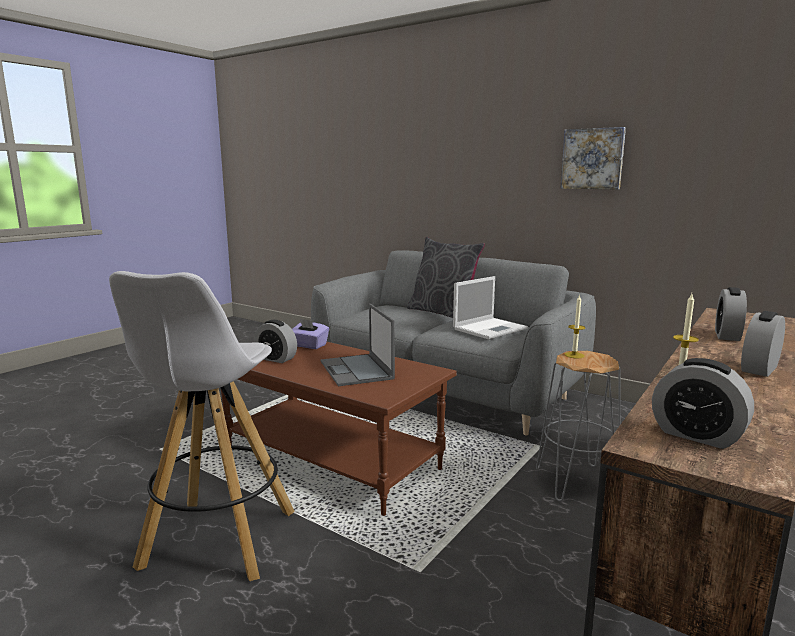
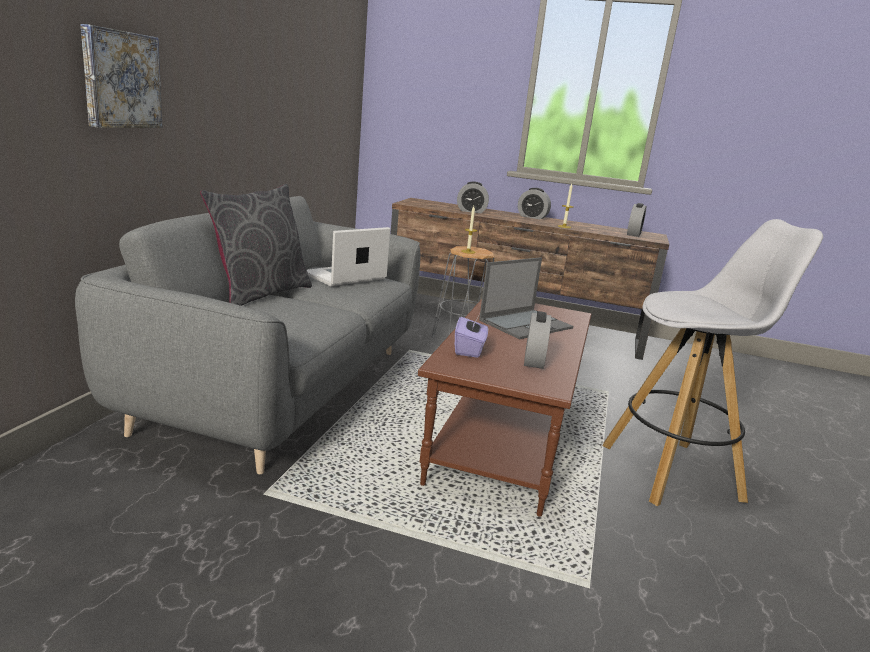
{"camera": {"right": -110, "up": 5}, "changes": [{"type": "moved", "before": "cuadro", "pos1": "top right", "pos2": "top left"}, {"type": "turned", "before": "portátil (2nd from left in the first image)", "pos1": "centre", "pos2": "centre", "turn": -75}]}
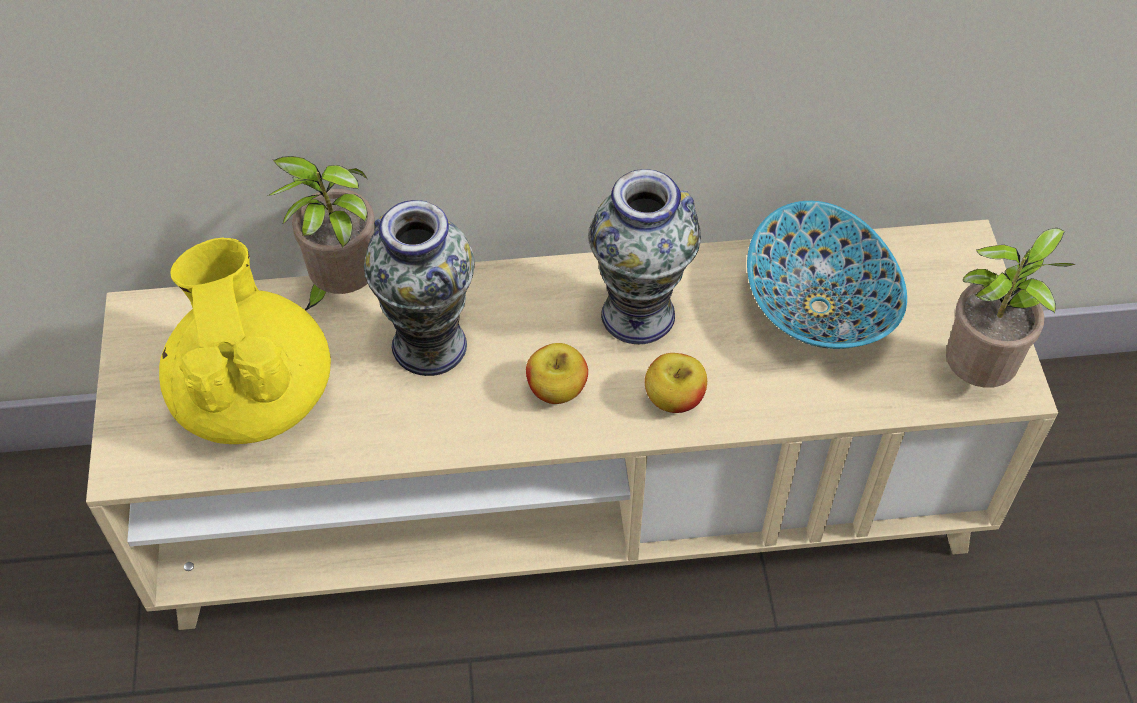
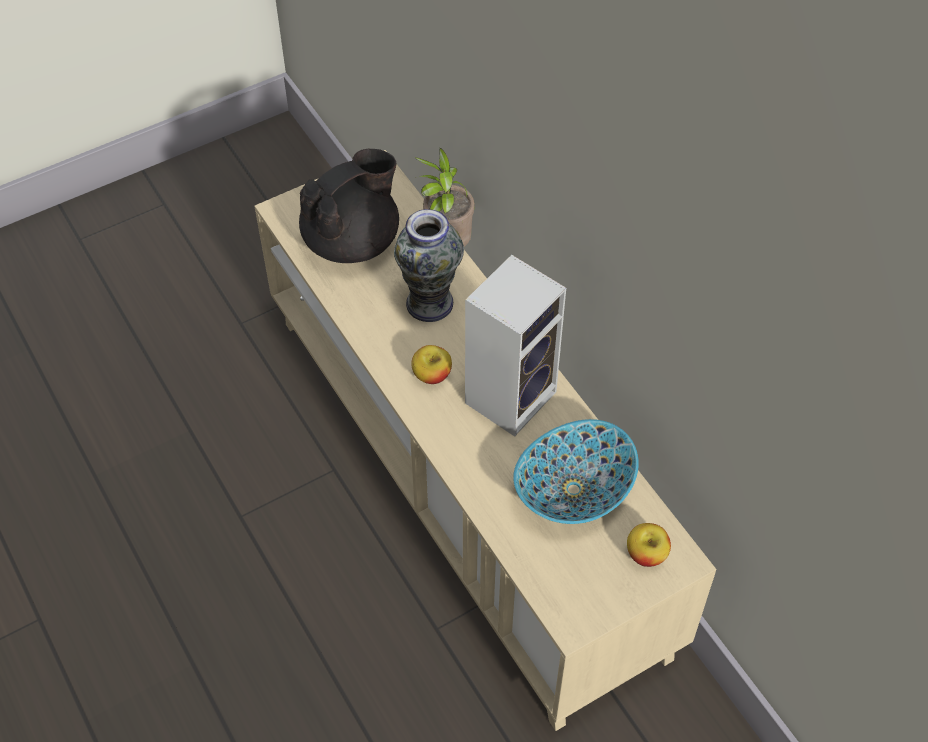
{"camera": {"right": 65, "up": 0}, "changes": [{"type": "removed", "before": "planta en maceta (2nd from left)", "pos1": "middle right"}, {"type": "moved", "before": "manzana (2nd from left)", "pos1": "centre", "pos2": "bottom right"}, {"type": "replaced", "before": "florero (2nd from left)", "after": "altavoz", "pos1": "centre", "pos2": "centre"}, {"type": "recoloured", "before": "tetera [amarillo]", "after": "tetera [negro]", "pos1": "middle left", "pos2": "top centre"}]}
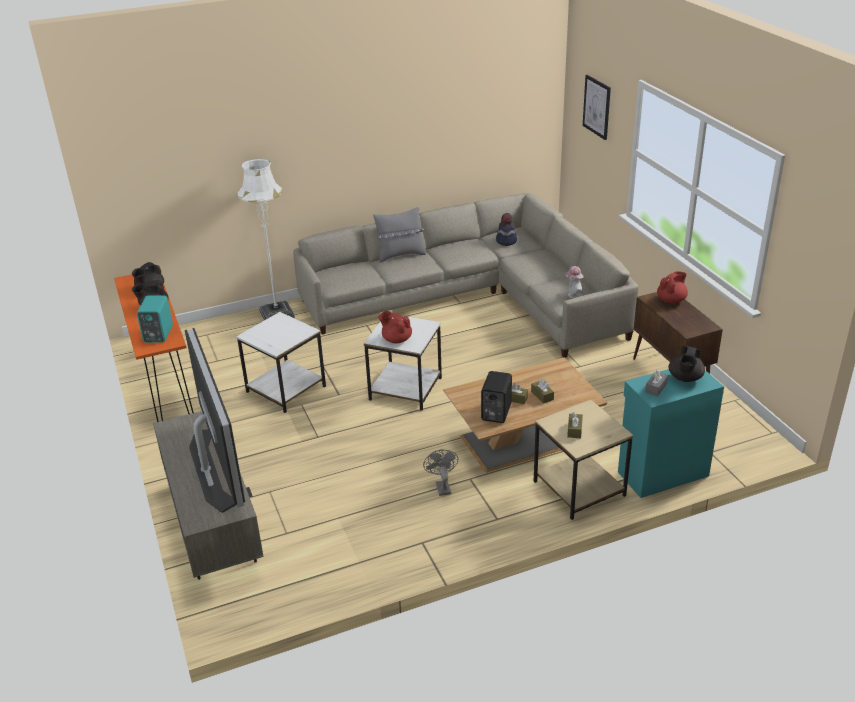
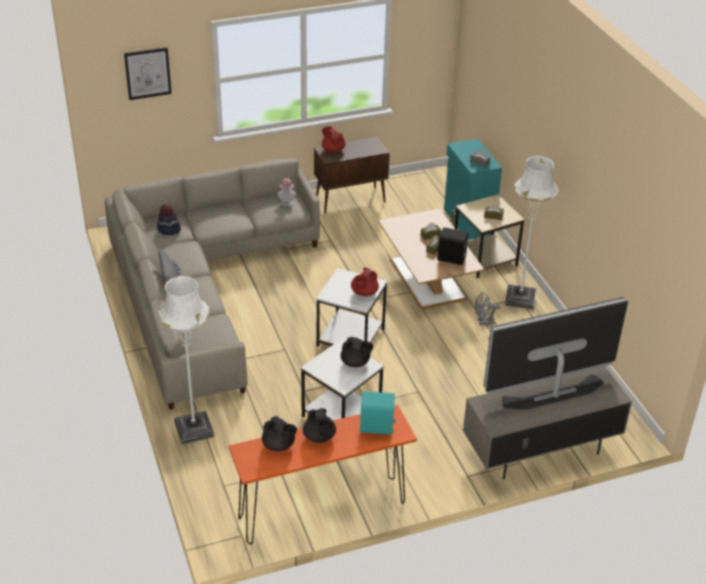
{"camera": {"right": -90, "up": 5}, "changes": [{"type": "added", "after": "lámpara de pie [blanco] (2nd from left)", "pos2": "middle right"}, {"type": "moved", "before": "tetera [negro] (3rd from left)", "pos1": "middle right", "pos2": "centre"}]}
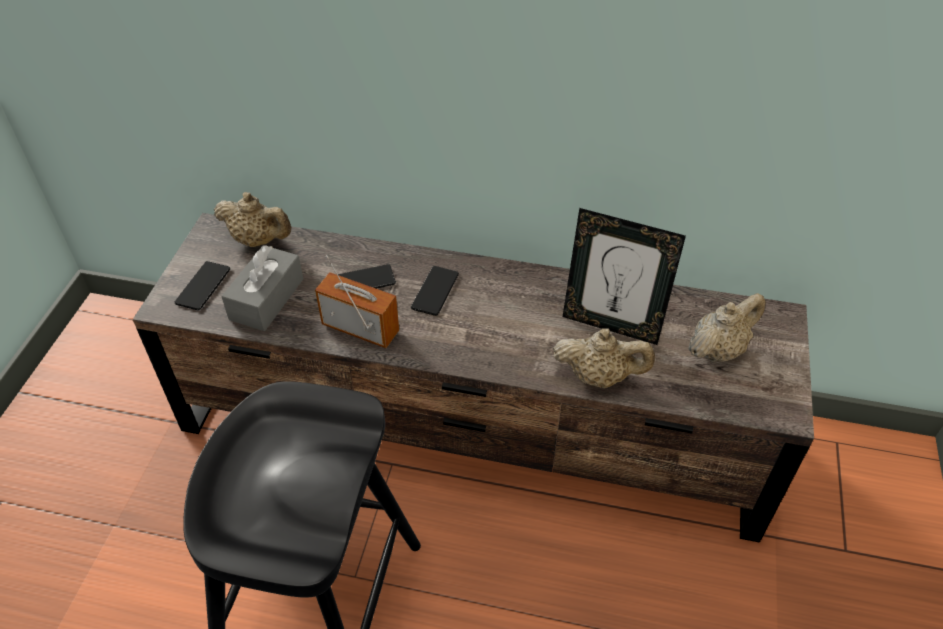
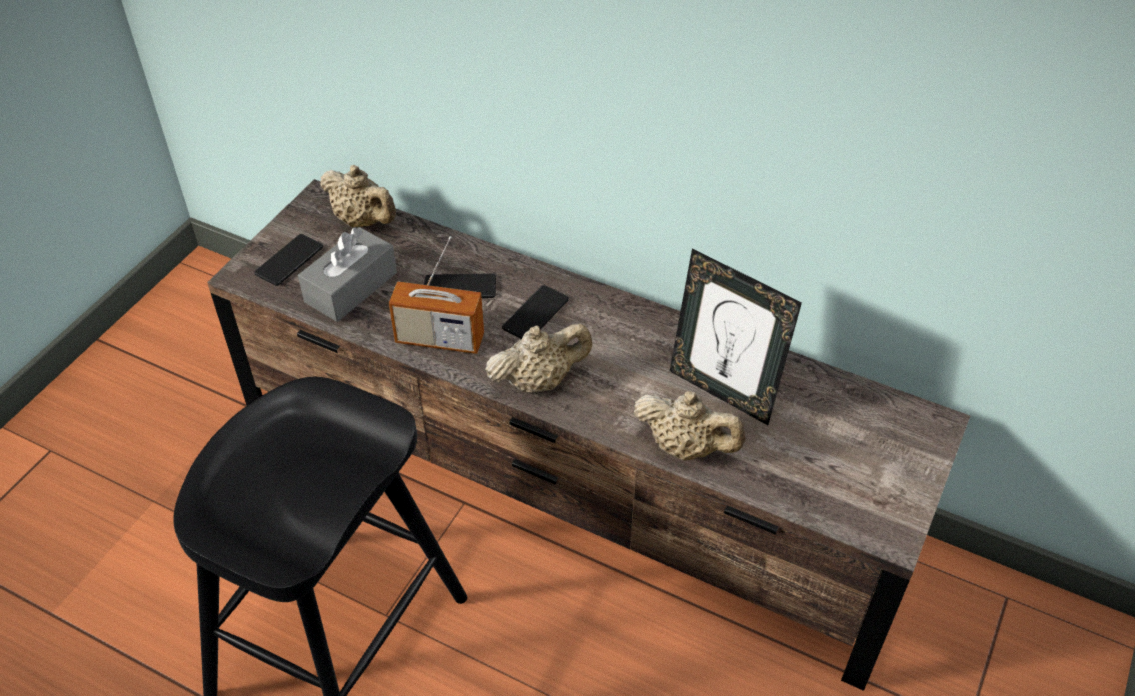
{"camera": {"right": 15, "up": 0}, "changes": [{"type": "moved", "before": "tetera [beis] (3rd from left in the first image)", "after": "tetera [beis] (2nd from left)", "pos1": "middle right", "pos2": "centre"}, {"type": "turned", "before": "radio", "pos1": "centre", "pos2": "centre", "turn": 150}]}
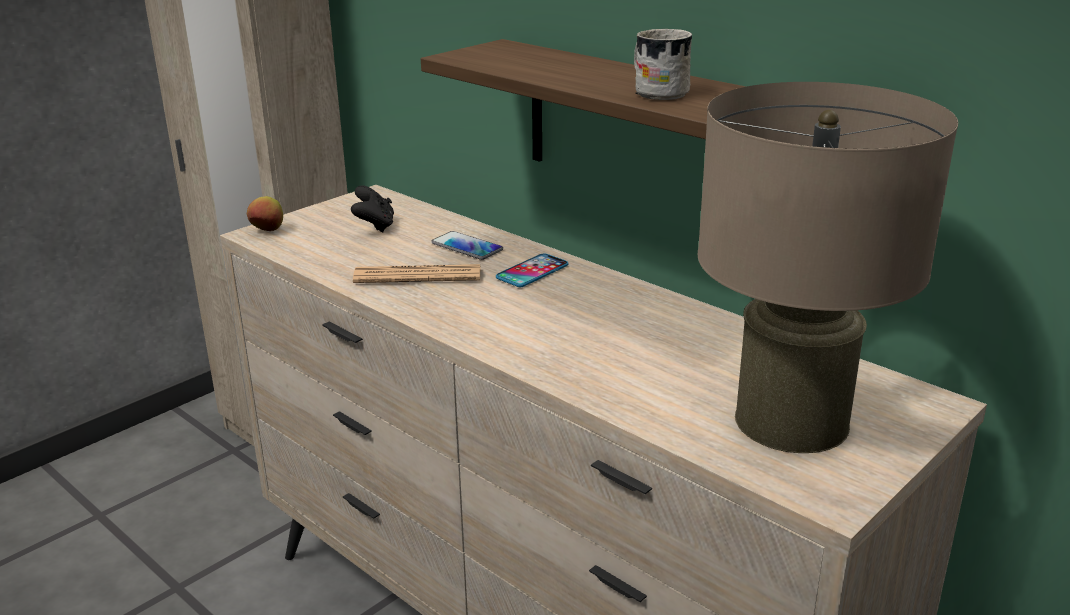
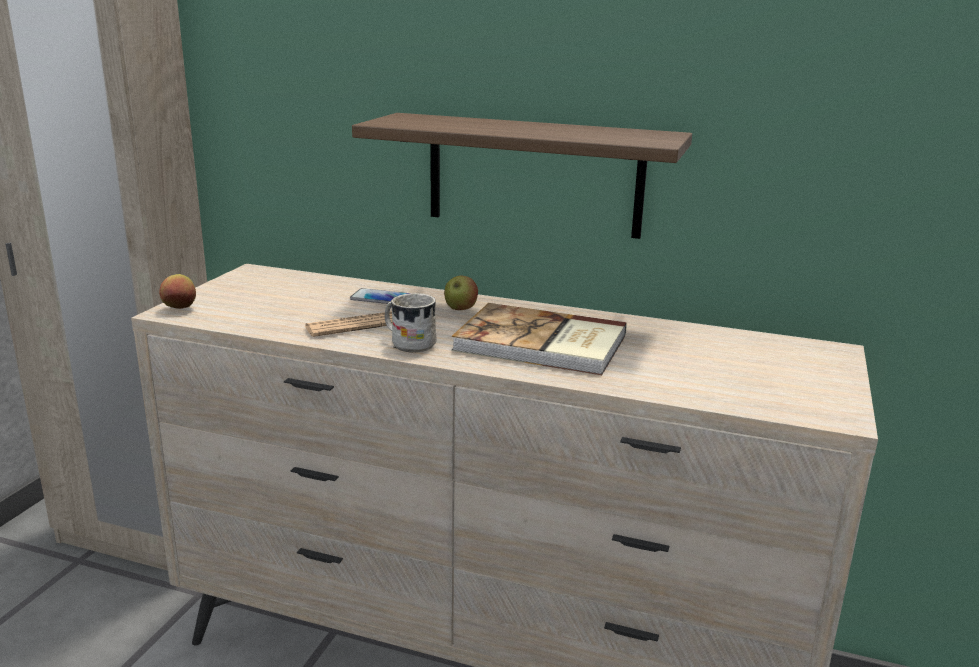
{"camera": {"right": -25, "up": -5}, "changes": [{"type": "removed", "before": "mando de consola [negro]", "pos1": "centre"}, {"type": "removed", "before": "lámpara de mesa [beis]", "pos1": "middle right"}, {"type": "added", "after": "libro", "pos2": "centre"}, {"type": "moved", "before": "taza grande [blanco]", "pos1": "top centre", "pos2": "centre"}, {"type": "replaced", "before": "móvil (2nd from left)", "after": "manzana (2nd from left)", "pos1": "centre", "pos2": "centre"}]}
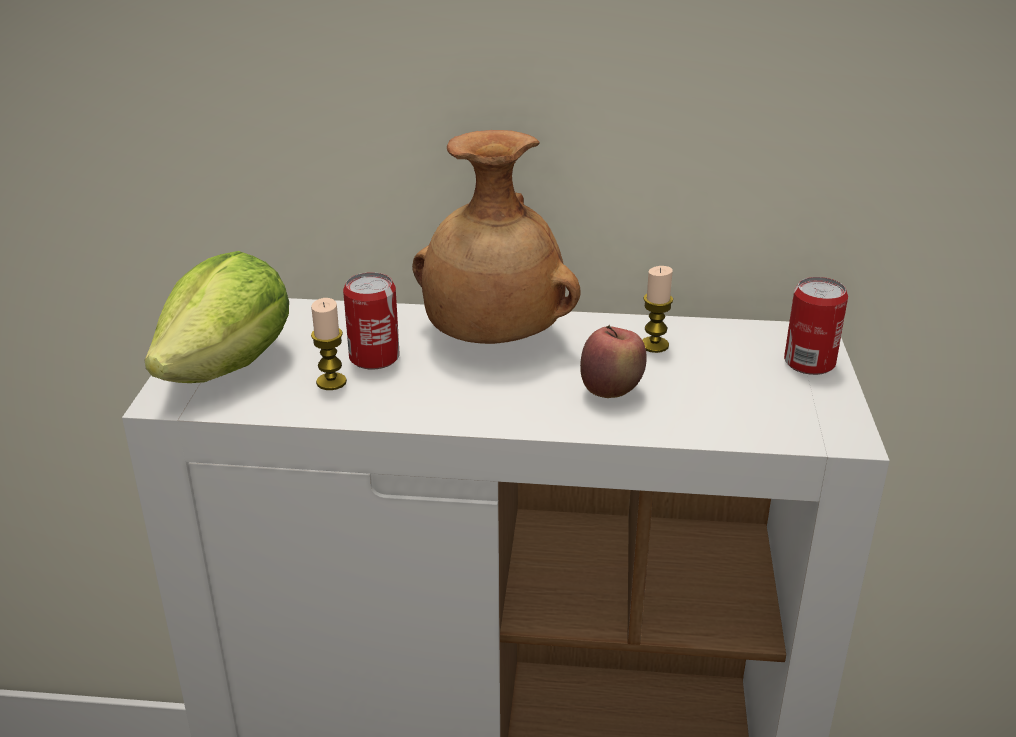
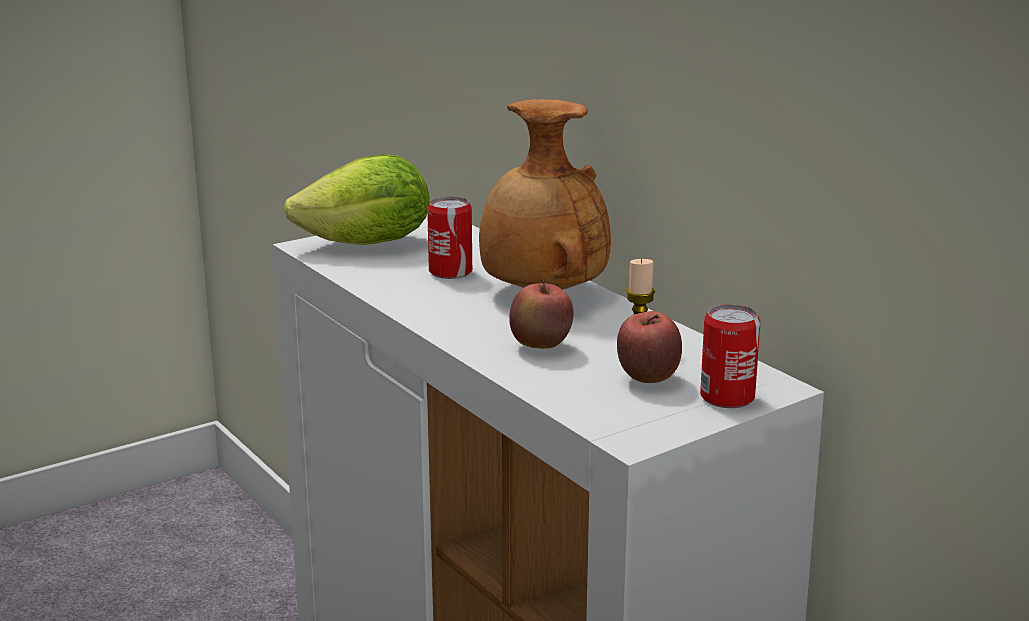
{"camera": {"right": 50, "up": -10}, "changes": [{"type": "removed", "before": "vela (1st from left)", "pos1": "middle left"}, {"type": "added", "after": "manzana (2nd from left)", "pos2": "centre"}]}
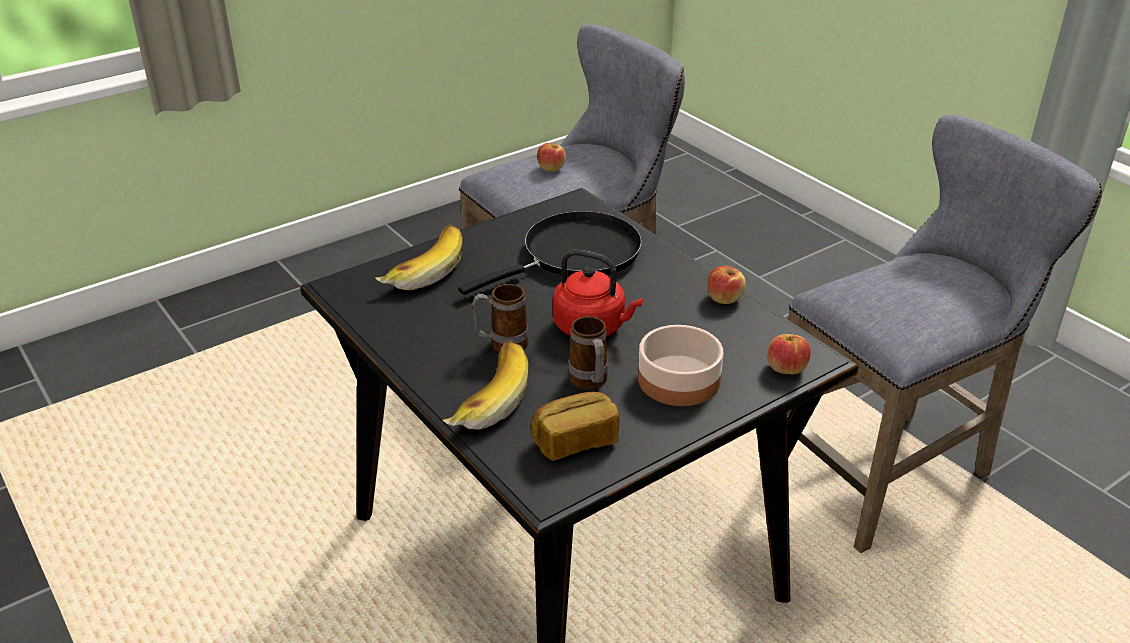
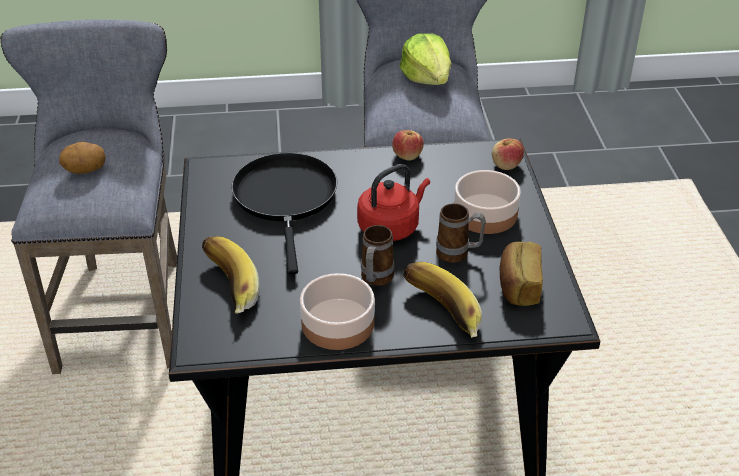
{"camera": {"right": -60, "up": 5}, "changes": [{"type": "added", "after": "cuenco (1st from left)", "pos2": "centre"}, {"type": "added", "after": "lechuga", "pos2": "top centre"}, {"type": "replaced", "before": "manzana (1st from left)", "after": "patata", "pos1": "top centre", "pos2": "top left"}]}
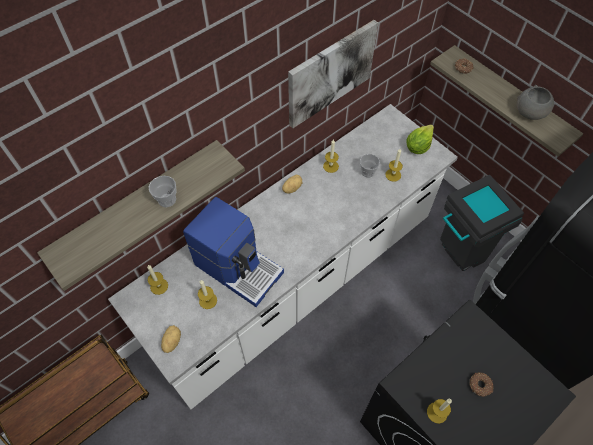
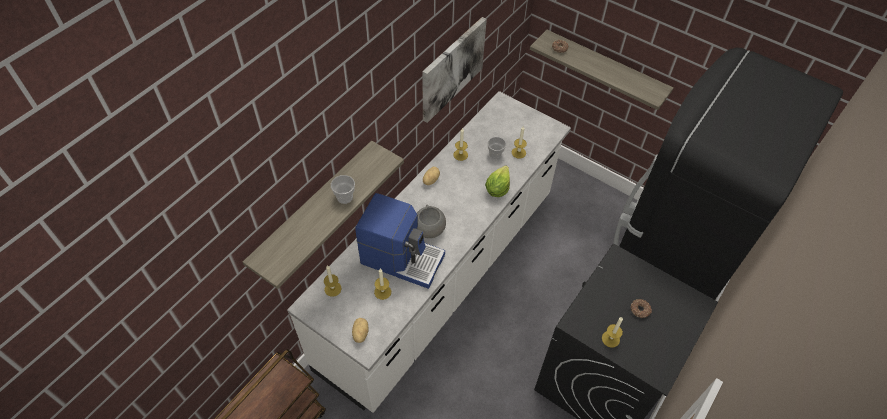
{"camera": {"right": -15, "up": -5}, "changes": [{"type": "removed", "before": "papelera [gris]", "pos1": "middle right"}, {"type": "moved", "before": "lechuga", "pos1": "top right", "pos2": "centre"}, {"type": "moved", "before": "cuenco [gris]", "pos1": "top right", "pos2": "centre"}]}
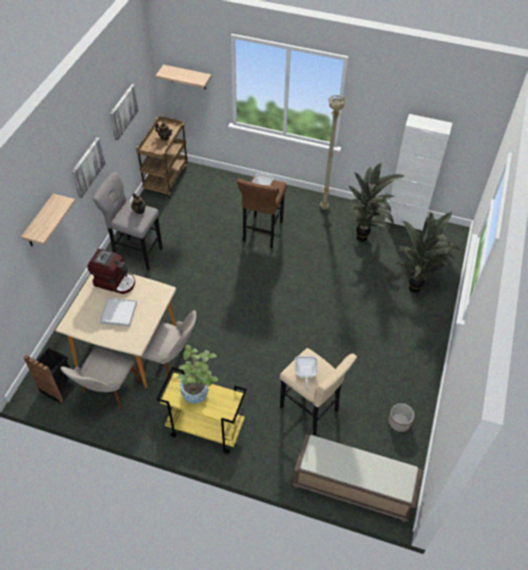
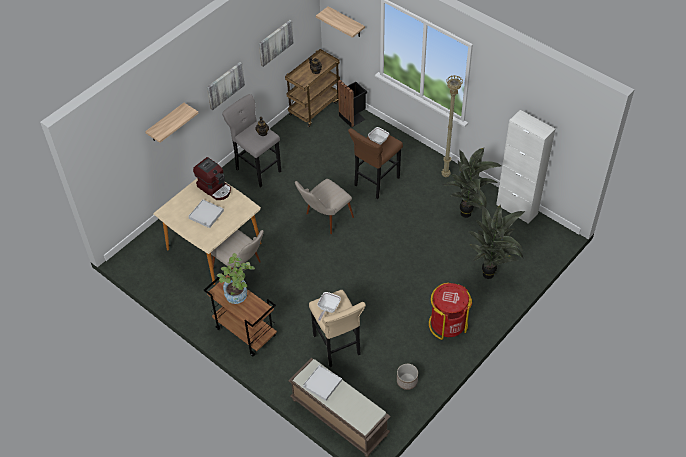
{"camera": {"right": 25, "up": 0}, "changes": [{"type": "added", "after": "bandeja [blanco] (2nd from left)", "pos2": "bottom centre"}, {"type": "added", "after": "papelera [rojo]", "pos2": "bottom centre"}, {"type": "moved", "before": "papelera [negro]", "pos1": "middle left", "pos2": "top centre"}, {"type": "moved", "before": "silla [beis] (1st from left in the first image)", "after": "silla [beis] (2nd from left)", "pos1": "middle left", "pos2": "centre"}, {"type": "recoloured", "before": "carrito [amarillo]", "after": "carrito [marrón] (1st from left)", "pos1": "bottom centre", "pos2": "bottom centre"}]}
